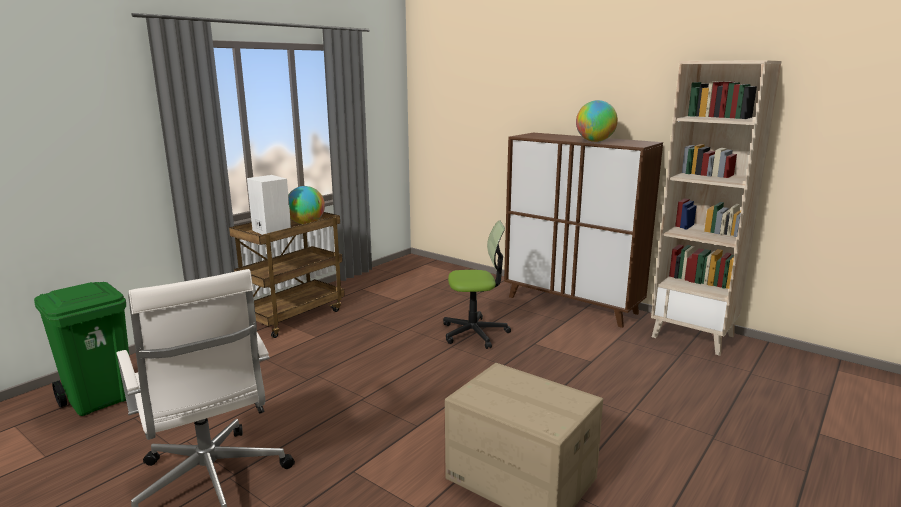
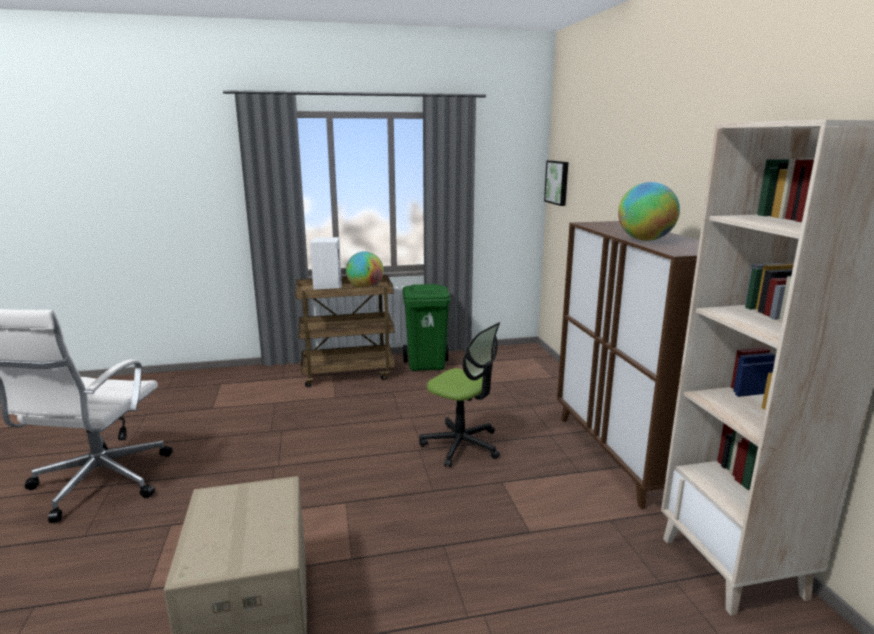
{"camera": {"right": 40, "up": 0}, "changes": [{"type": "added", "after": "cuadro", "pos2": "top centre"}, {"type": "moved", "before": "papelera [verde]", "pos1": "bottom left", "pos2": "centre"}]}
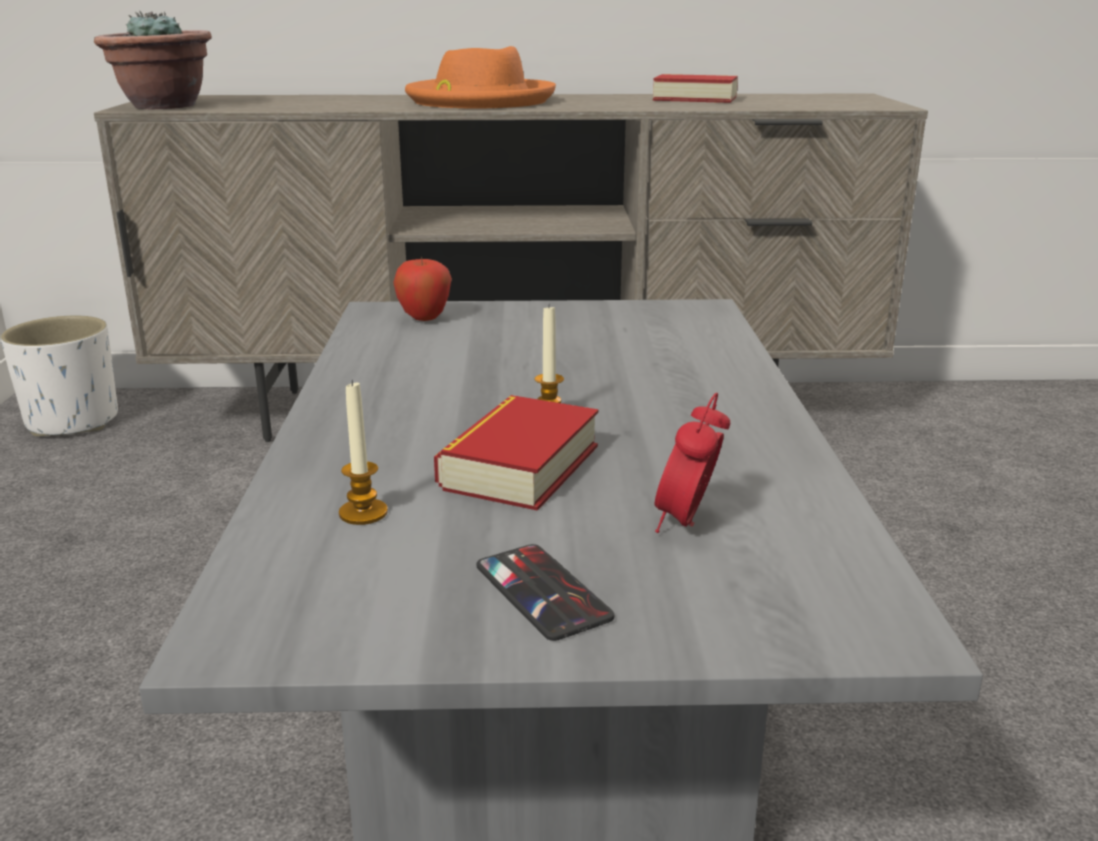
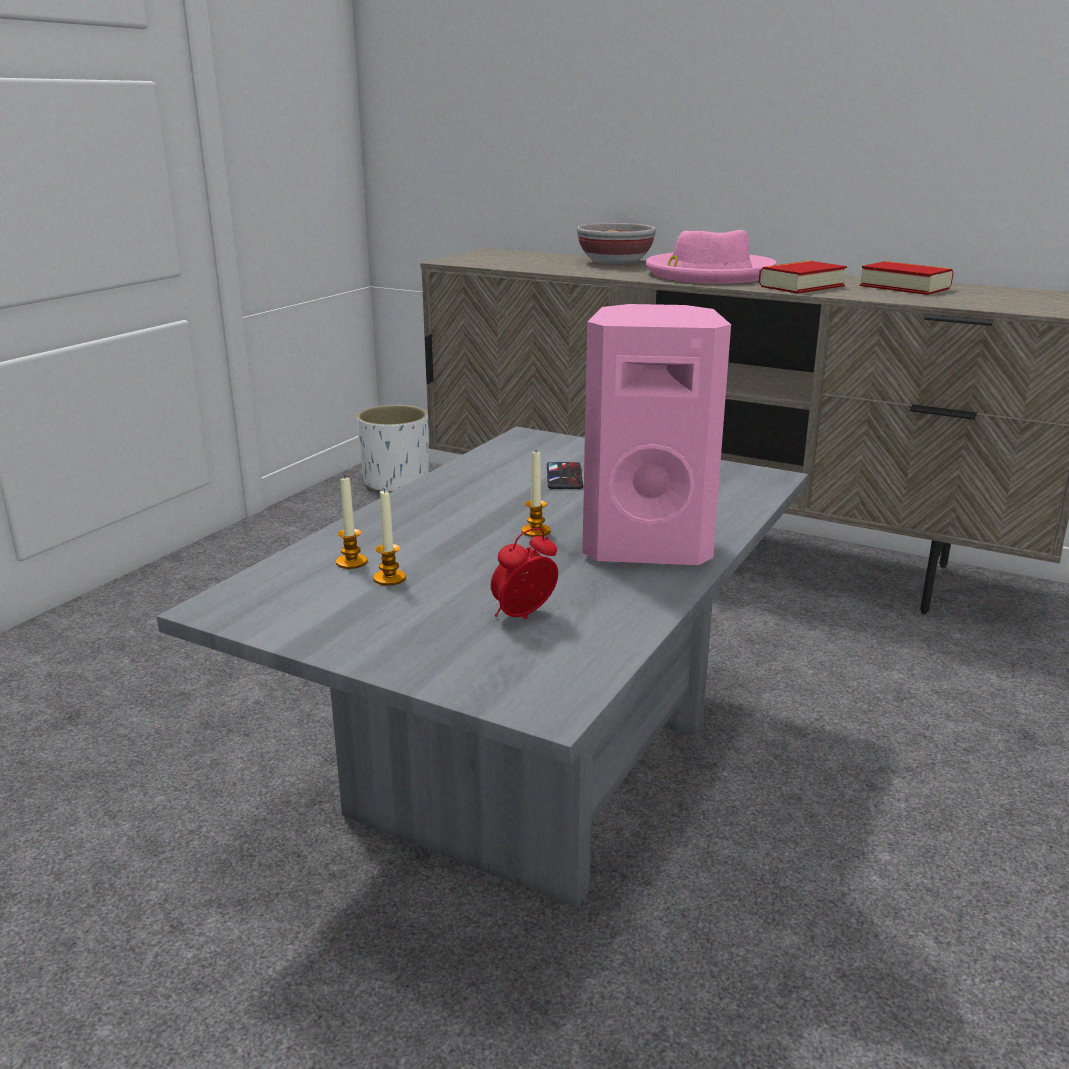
{"camera": {"right": 30, "up": 0}, "changes": [{"type": "removed", "before": "planta en maceta", "pos1": "top left"}, {"type": "removed", "before": "manzana", "pos1": "centre"}, {"type": "added", "after": "vela (2nd from left)", "pos2": "centre"}, {"type": "added", "after": "cuenco", "pos2": "top centre"}, {"type": "added", "after": "altavoz [rosa]", "pos2": "centre"}, {"type": "moved", "before": "libro (1st from left)", "pos1": "centre", "pos2": "top right"}, {"type": "moved", "before": "móvil", "pos1": "bottom centre", "pos2": "centre"}, {"type": "recoloured", "before": "sombrero [naranja]", "after": "sombrero [rosa]", "pos1": "top centre", "pos2": "top centre"}]}
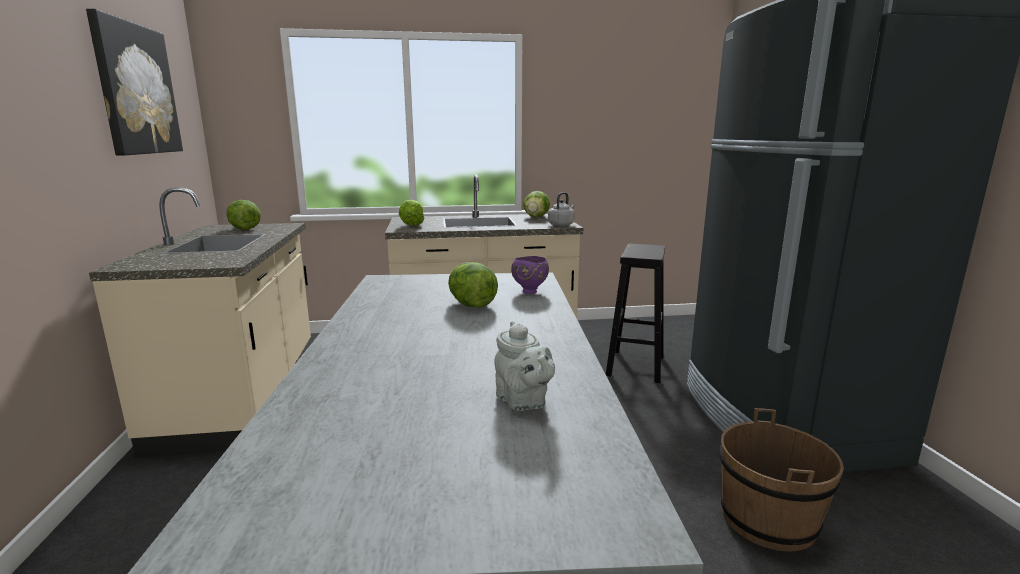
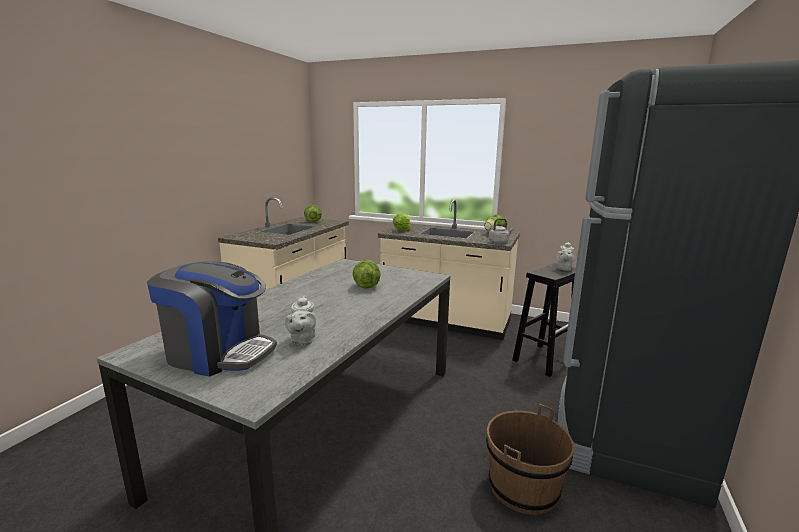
{"camera": {"right": 30, "up": 0}, "changes": [{"type": "removed", "before": "cuadro", "pos1": "top left"}, {"type": "removed", "before": "cuenco [morado]", "pos1": "centre"}, {"type": "added", "after": "cafetera", "pos2": "middle left"}, {"type": "added", "after": "tetera [gris] (2nd from left)", "pos2": "middle right"}]}
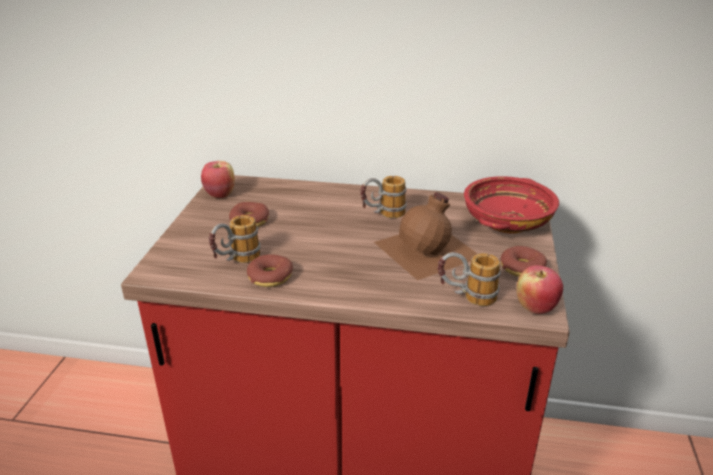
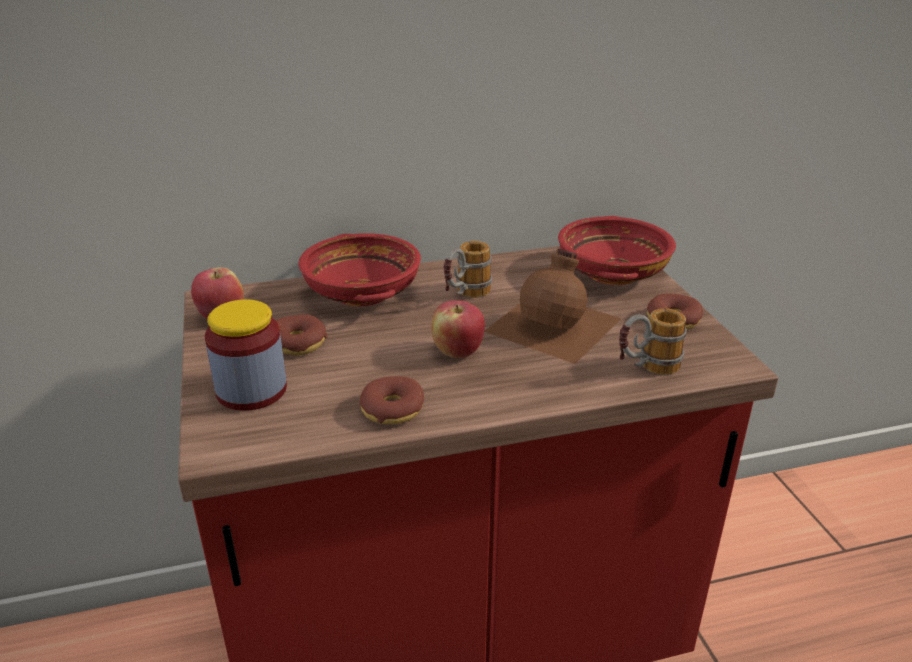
{"camera": {"right": -25, "up": 0}, "changes": [{"type": "removed", "before": "taza grande (1st from left)", "pos1": "middle left"}, {"type": "added", "after": "tarro", "pos2": "middle left"}, {"type": "added", "after": "cuenco [rojo] (1st from left)", "pos2": "centre"}, {"type": "moved", "before": "manzana (2nd from left)", "pos1": "middle right", "pos2": "centre"}]}
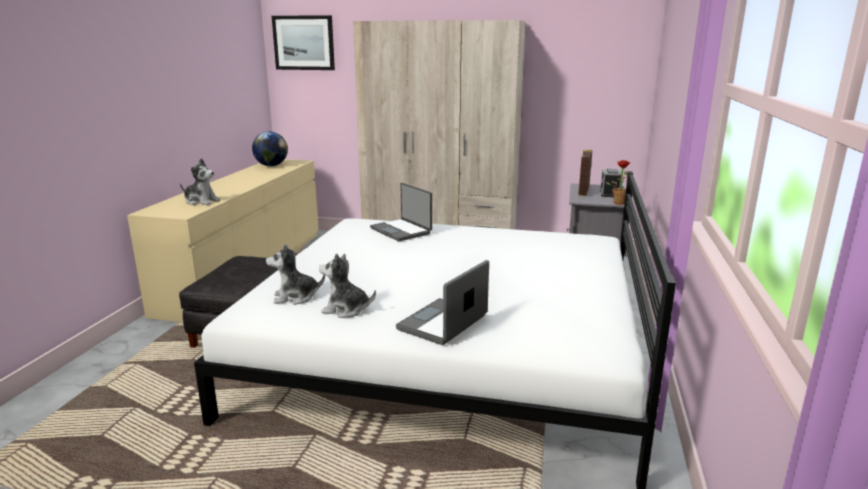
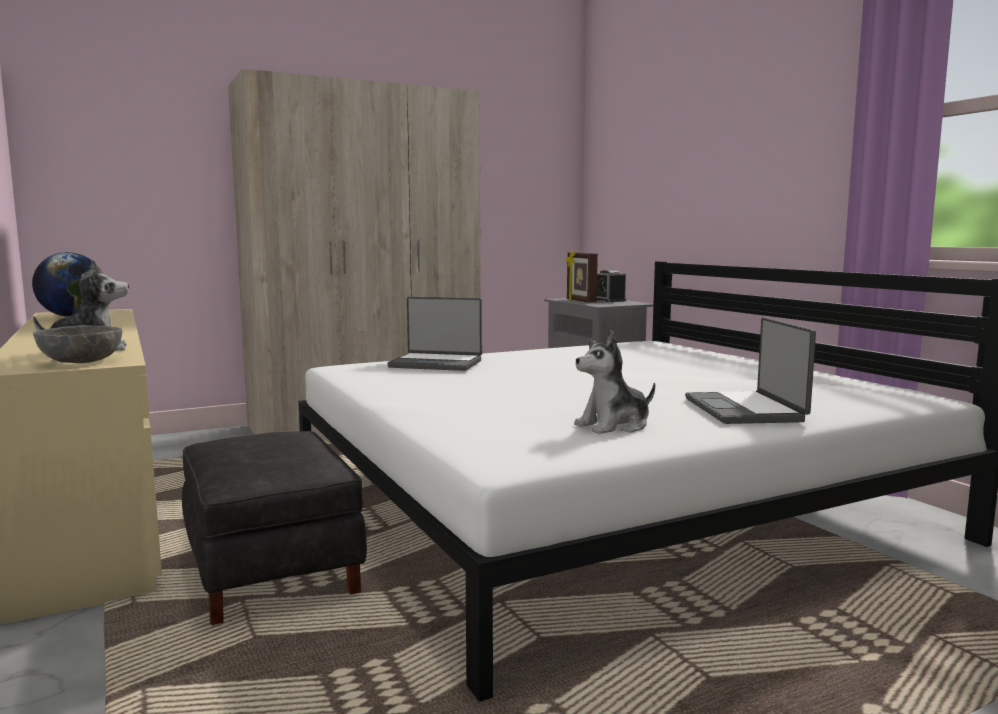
{"camera": {"right": -40, "up": -10}, "changes": [{"type": "removed", "before": "peluche (2nd from left)", "pos1": "centre"}, {"type": "removed", "before": "cuadro", "pos1": "top centre"}, {"type": "removed", "before": "planta en maceta", "pos1": "middle right"}, {"type": "added", "after": "cuenco [gris]", "pos2": "middle left"}]}
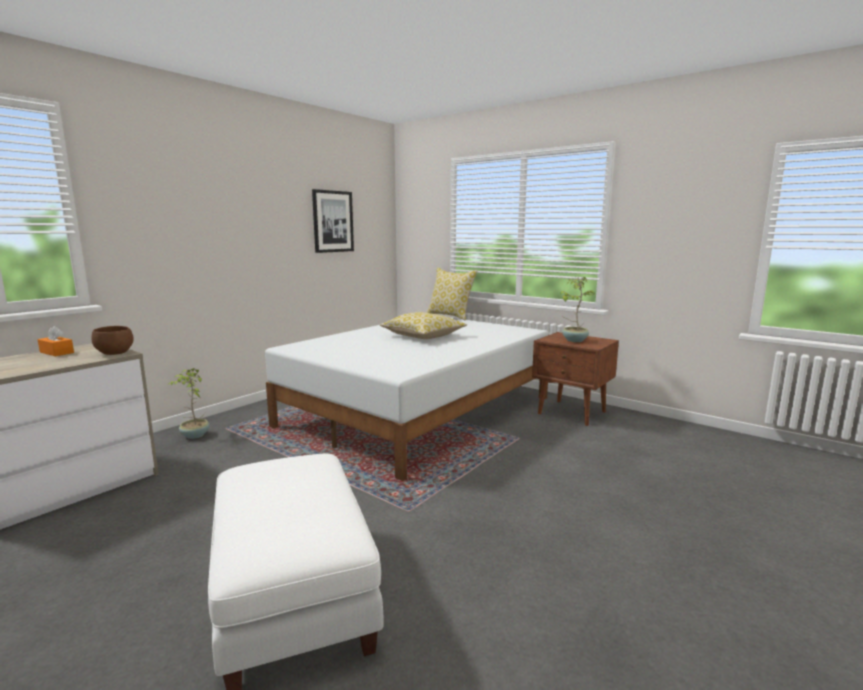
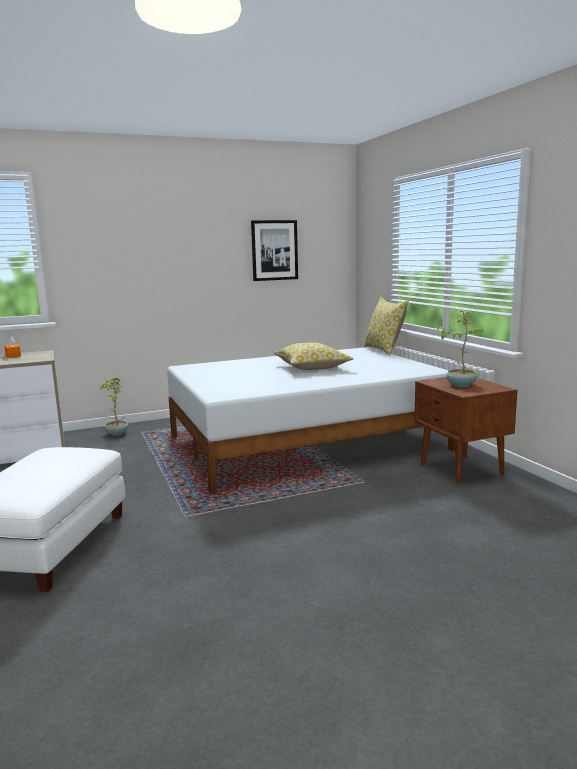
{"camera": {"right": 30, "up": 0}, "changes": [{"type": "removed", "before": "cuenco [marrón]", "pos1": "middle left"}]}
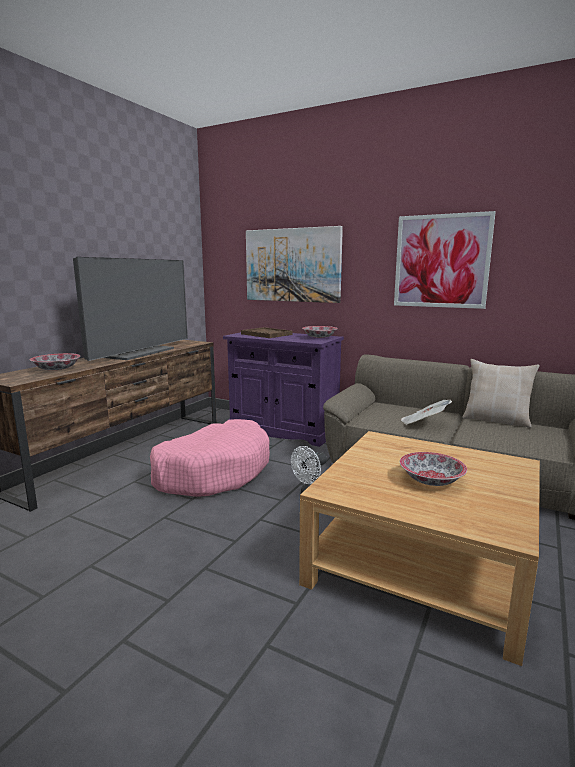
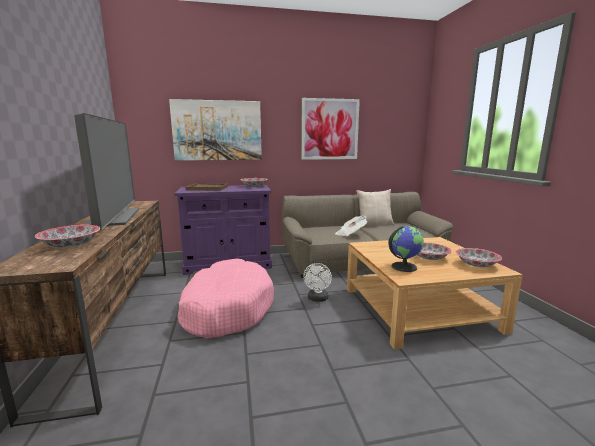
{"camera": {"right": -40, "up": 0}, "changes": [{"type": "added", "after": "globo terráqueo", "pos2": "middle right"}, {"type": "added", "after": "cuenco (4th from left)", "pos2": "middle right"}]}
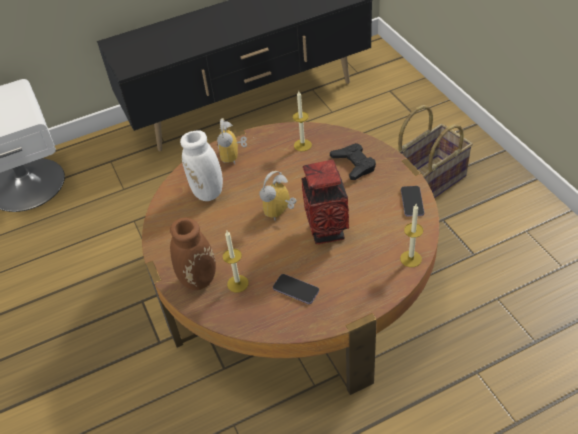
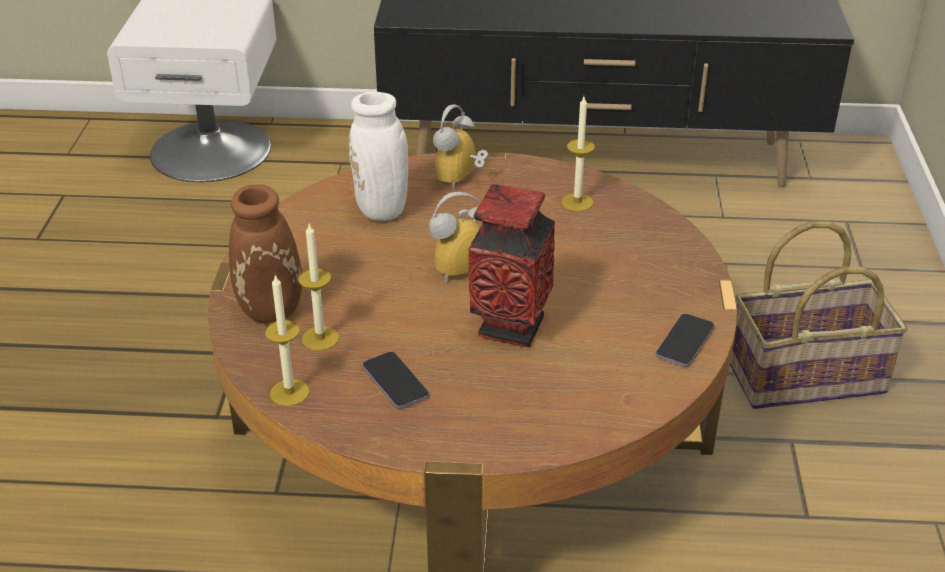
{"camera": {"right": 25, "up": -10}, "changes": [{"type": "removed", "before": "mando de consola [negro]", "pos1": "centre"}, {"type": "moved", "before": "vela (3rd from left in the first image)", "after": "vela (1st from left)", "pos1": "middle right", "pos2": "middle left"}]}
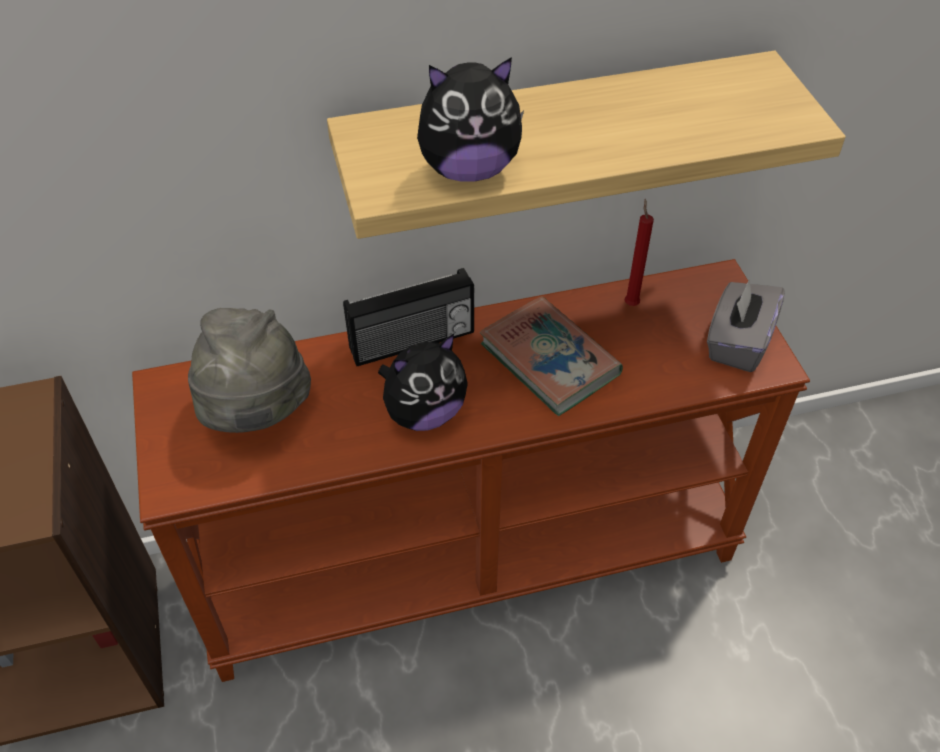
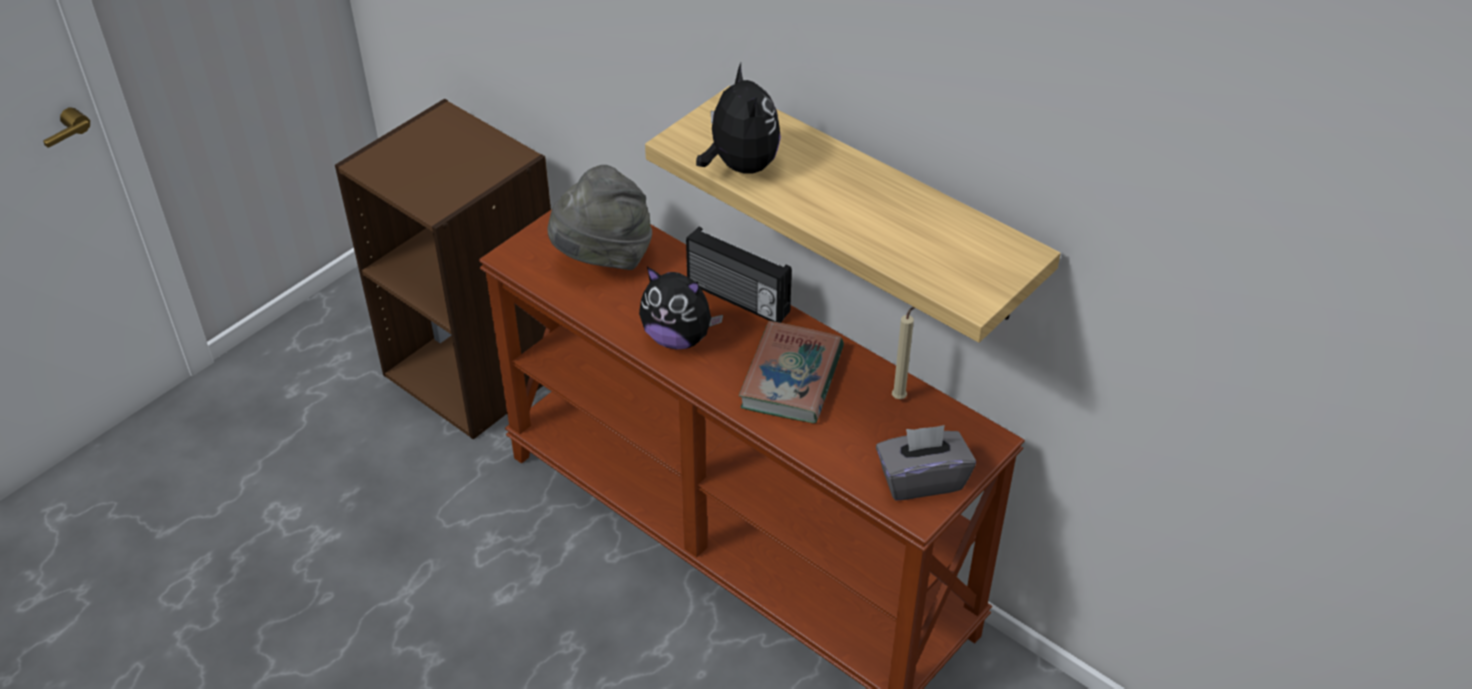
{"camera": {"right": 55, "up": -5}, "changes": [{"type": "recoloured", "before": "vela [rojo]", "after": "vela [beis]", "pos1": "middle right", "pos2": "centre"}, {"type": "turned", "before": "peluche (2nd from left)", "pos1": "top centre", "pos2": "top centre", "turn": -150}]}
